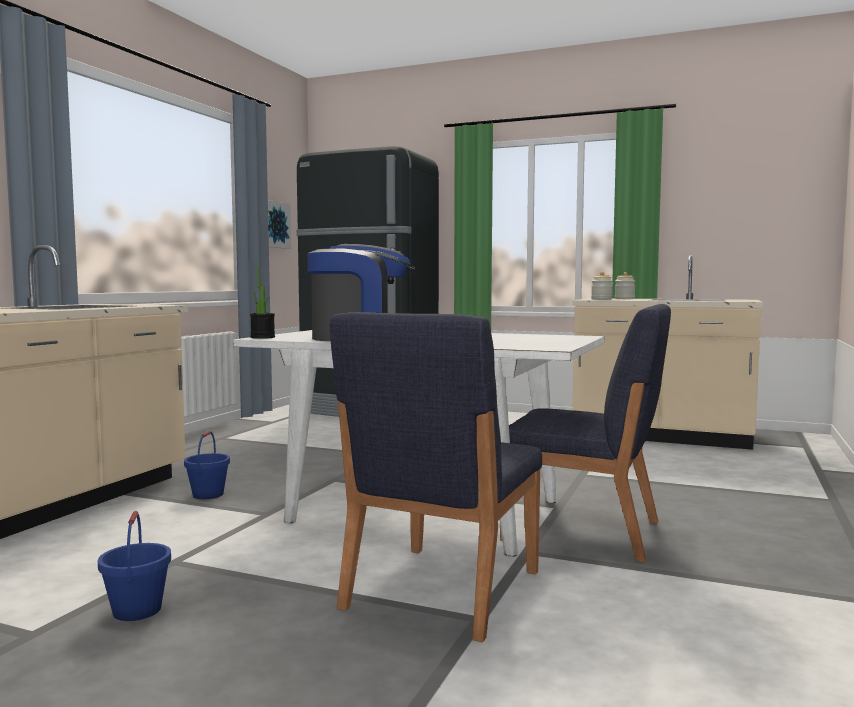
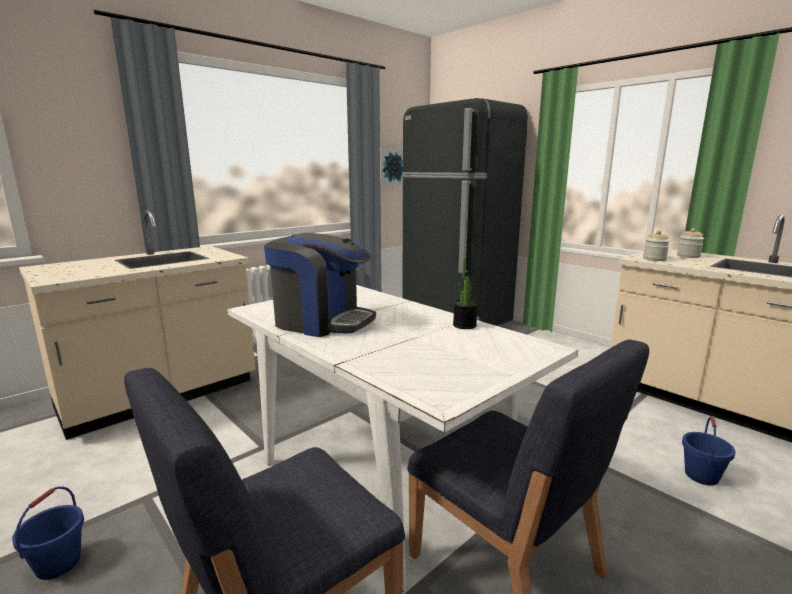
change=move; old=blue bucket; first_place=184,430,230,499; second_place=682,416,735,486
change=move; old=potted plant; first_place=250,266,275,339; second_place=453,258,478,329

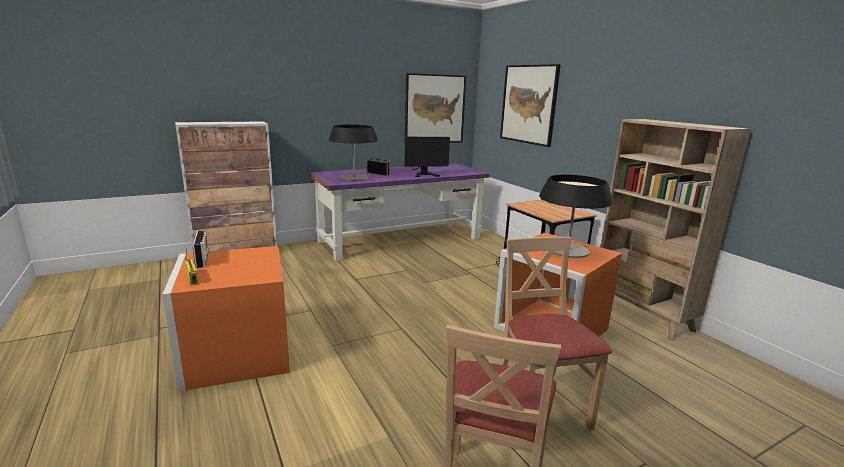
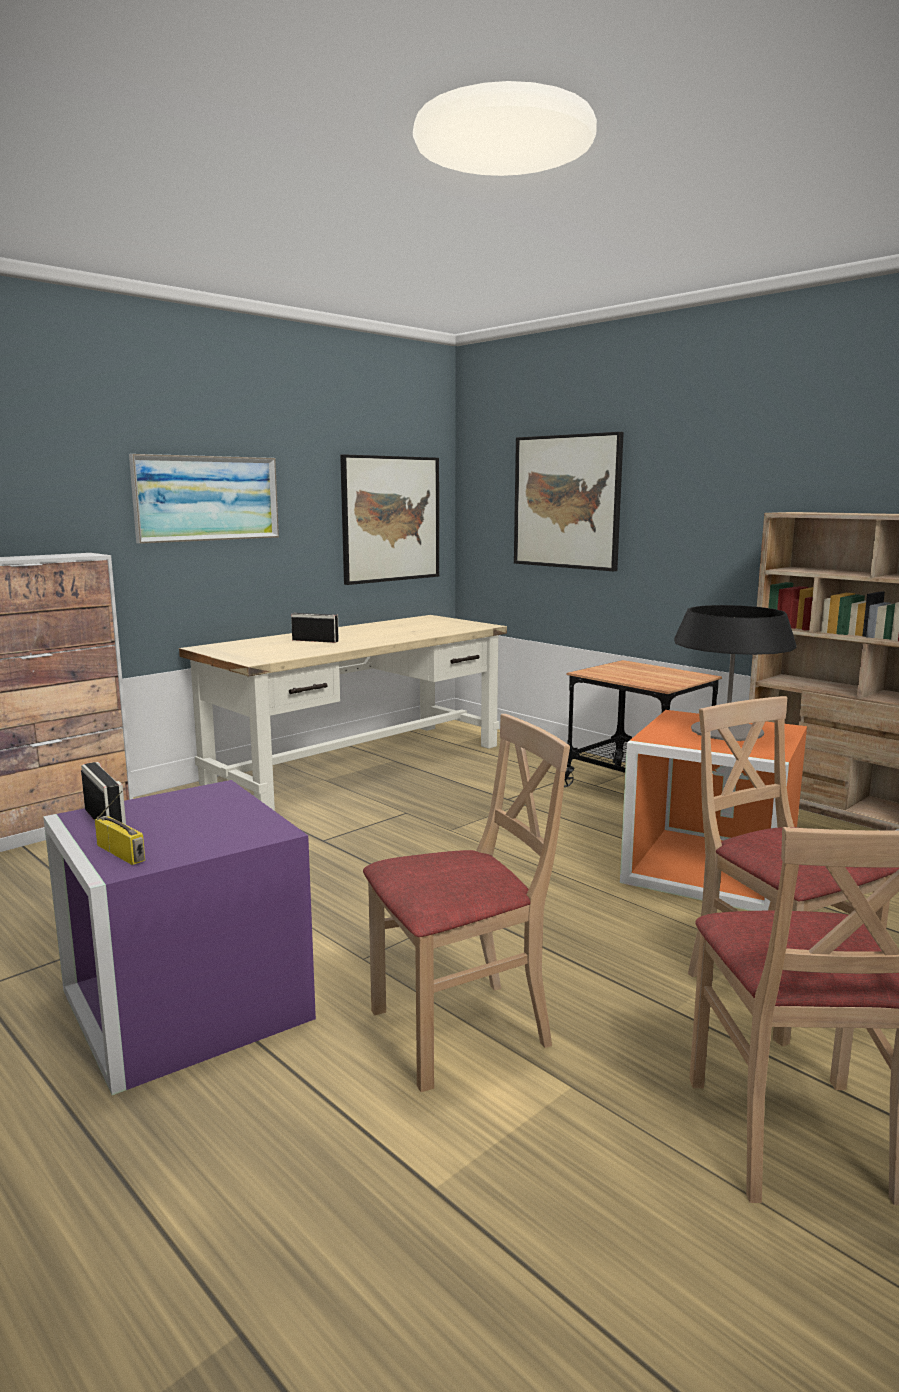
change=recolor; old=orange storage box; new=purple storage box; first_place=162,246,290,391; second_place=43,780,316,1095
change=recolor; old=purple desk; new=beige desk; first_place=309,163,490,261; second_place=179,615,507,811
change=delete; old=table lamp; first_place=329,125,378,181
change=delete; old=monitor; first_place=404,137,450,177
change=insert; new=picture; second_place=129,454,279,544
change=insert; new=beige chair; second_place=363,714,570,1092

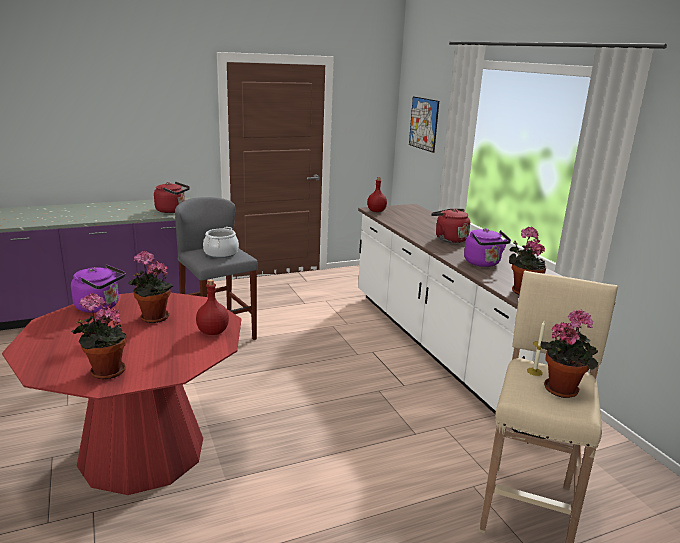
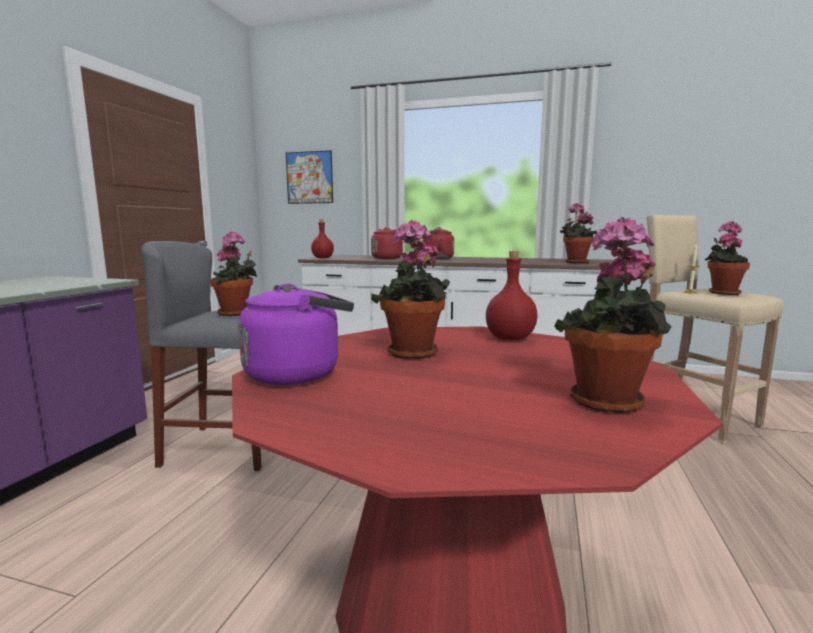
change=move; old=red kettle; first_place=154,182,190,213; second_place=371,227,403,259
change=replace; old=cooking pot; new=potted plant; first_place=203,227,239,258; second_place=210,231,257,316
change=delete; old=purple kettle; first_place=464,228,511,267

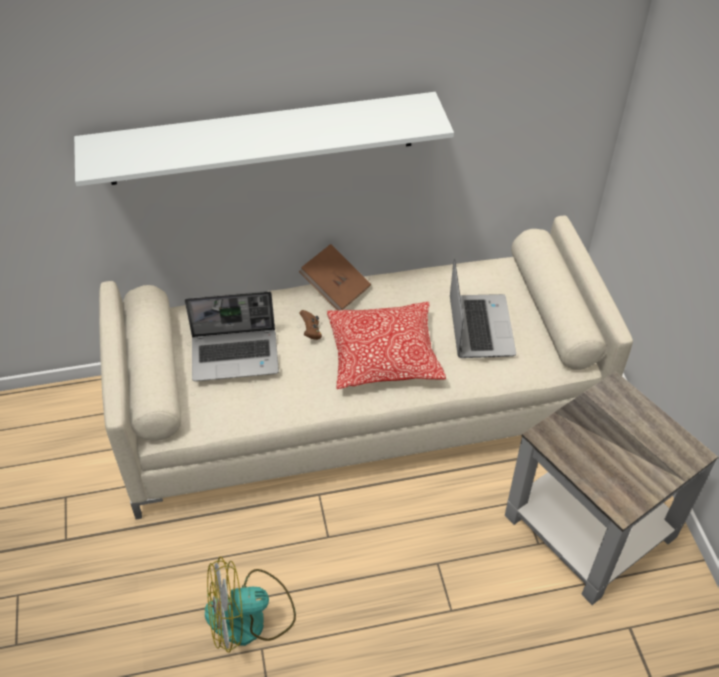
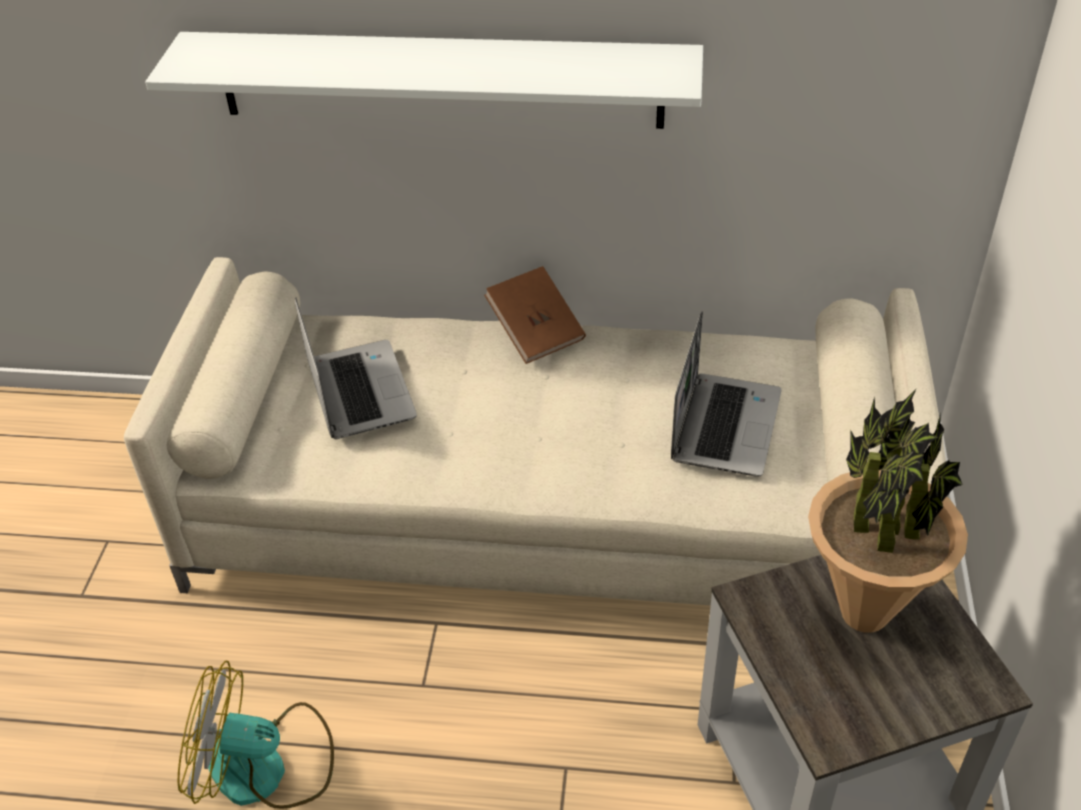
change=rotate; old=laptop; first_place=185,291,279,381; second_place=295,297,417,439; degrees=-120
change=delete; old=brown game controller; first_place=300,310,322,340
change=delete; old=pillow; first_place=327,302,446,389
change=insert; new=potted plant; second_place=808,388,968,633

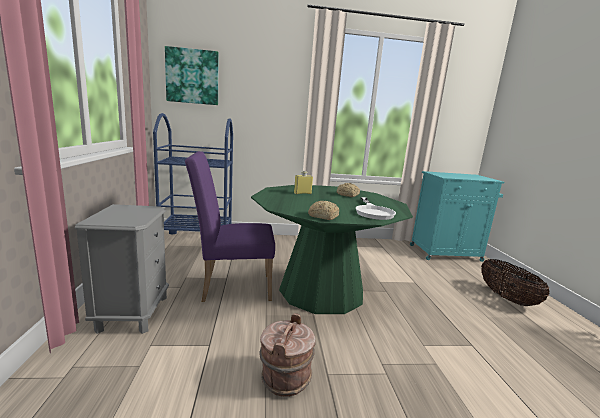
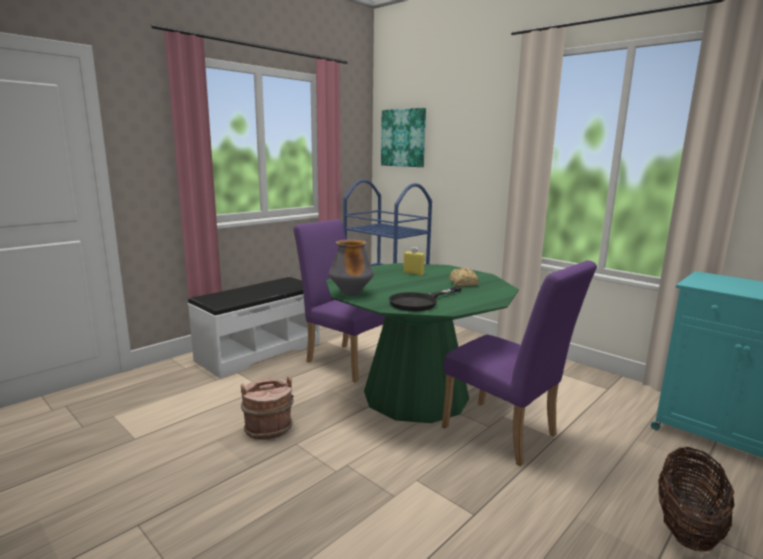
change=replace; old=grey nightstand; new=white bench; first_place=75,204,169,334; second_place=188,277,320,378
change=replace; old=bread; new=vase; first_place=308,201,339,220; second_place=329,239,374,296
change=recolor; old=white frying pan; new=black frying pan; first_place=356,197,396,220; second_place=389,287,462,311
change=insert; new=purple chair; second_place=442,260,597,466

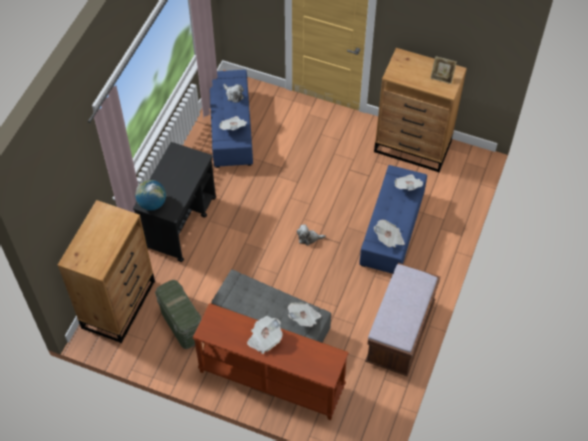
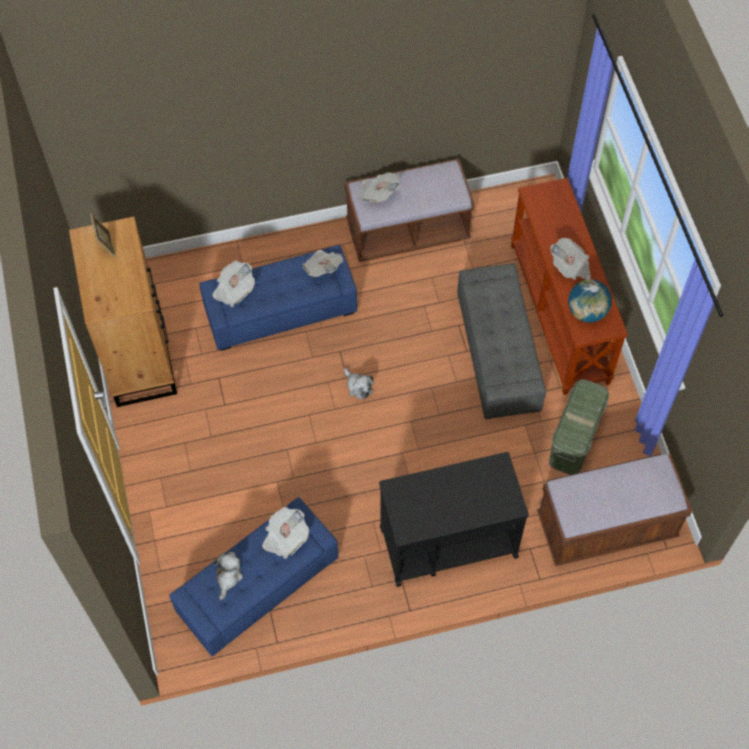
change=replace; old=brown dresser; new=brown bench; first_place=58,200,155,343; second_place=537,454,692,566
change=move; old=globe; first_place=135,180,166,211; second_place=568,279,612,323
change=move; old=newspaper; first_place=287,303,321,327; second_place=359,172,400,203

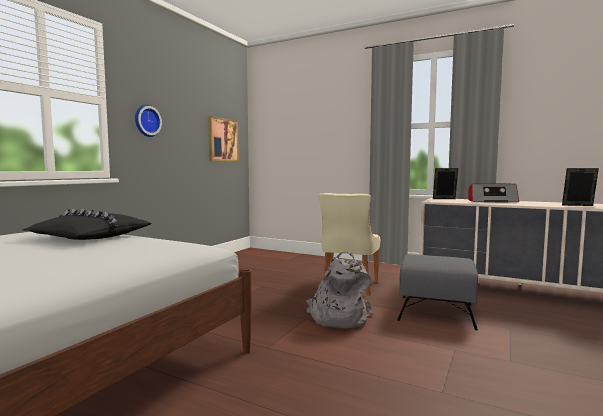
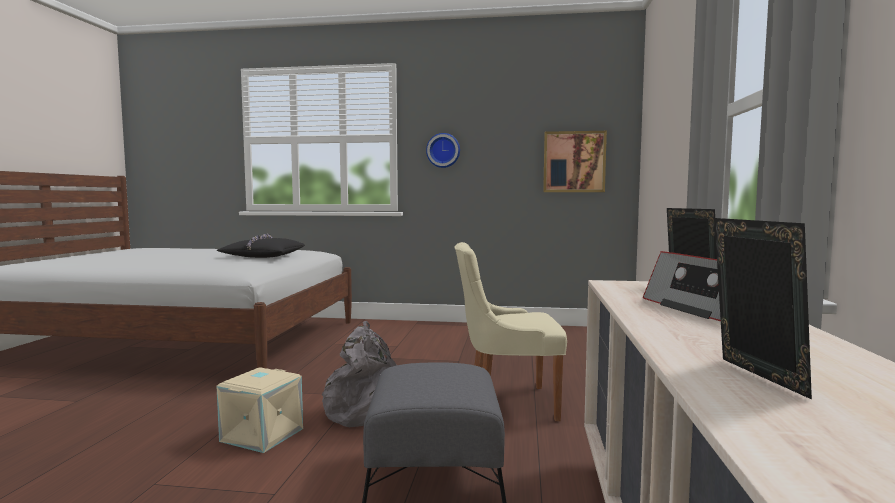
change=insert; new=beige storage box; second_place=216,367,303,453

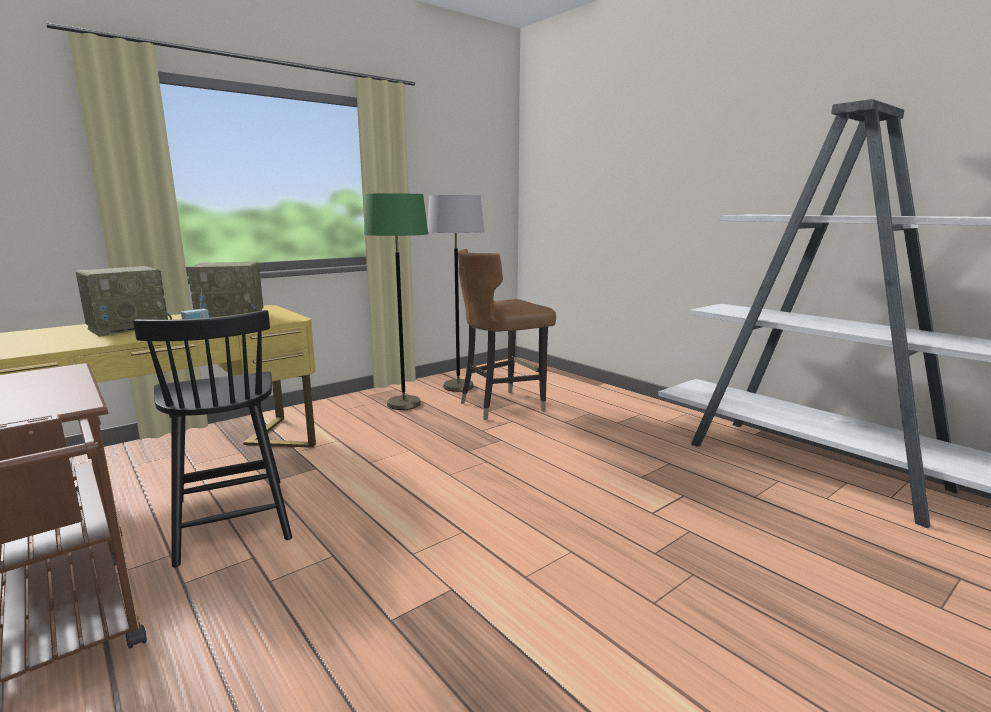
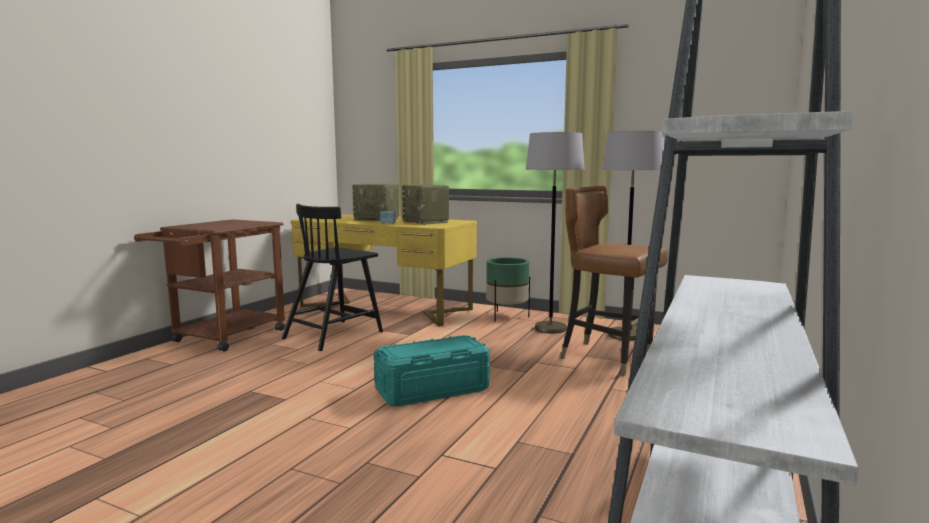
change=recolor; old=green floor lamp; new=grey floor lamp; first_place=364,193,428,410; second_place=526,132,585,334
change=insert; new=turquoise storage box; second_place=374,335,490,407
change=insert; new=green planter; second_place=486,257,530,322

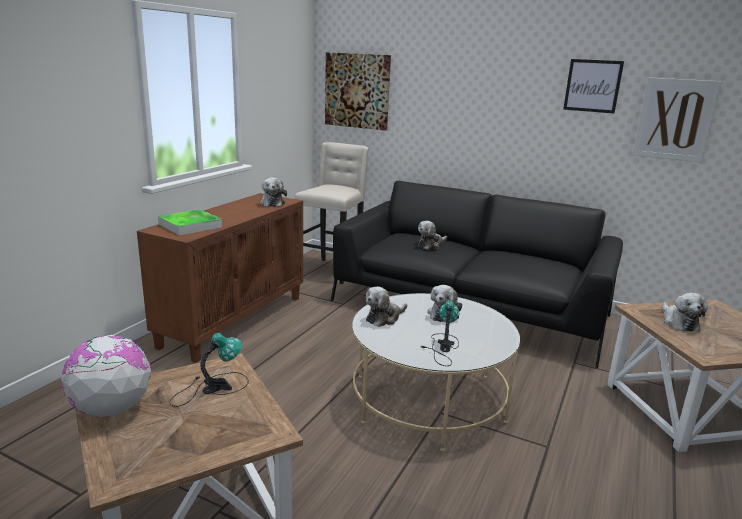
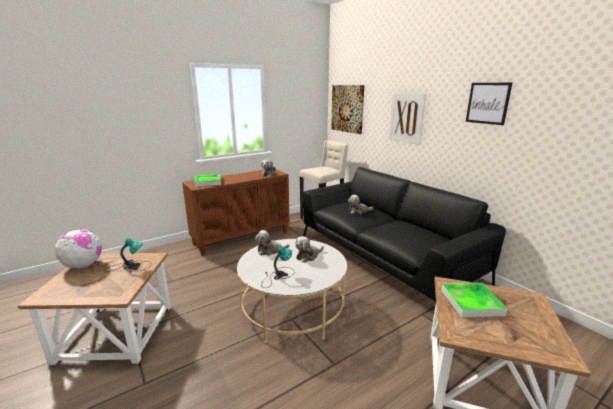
change=move; old=picture; first_place=633,77,722,162; second_place=389,93,426,145
change=replace; old=plush toy; new=tray; first_place=662,293,708,331; second_place=441,283,508,318

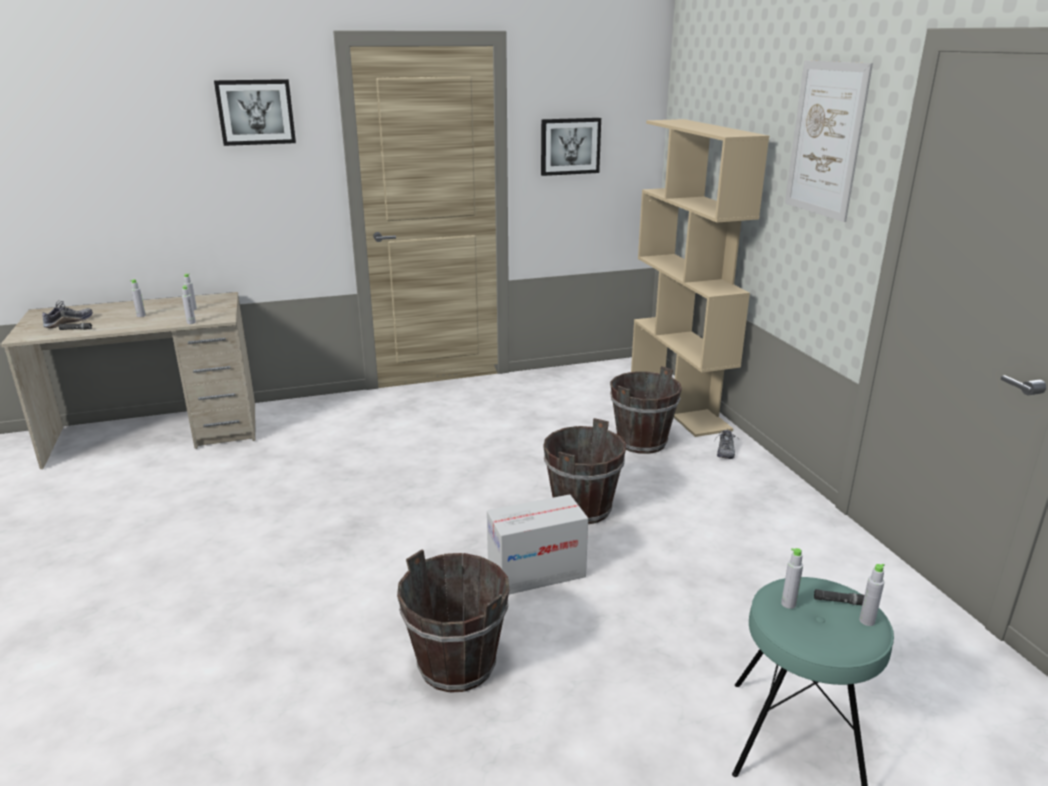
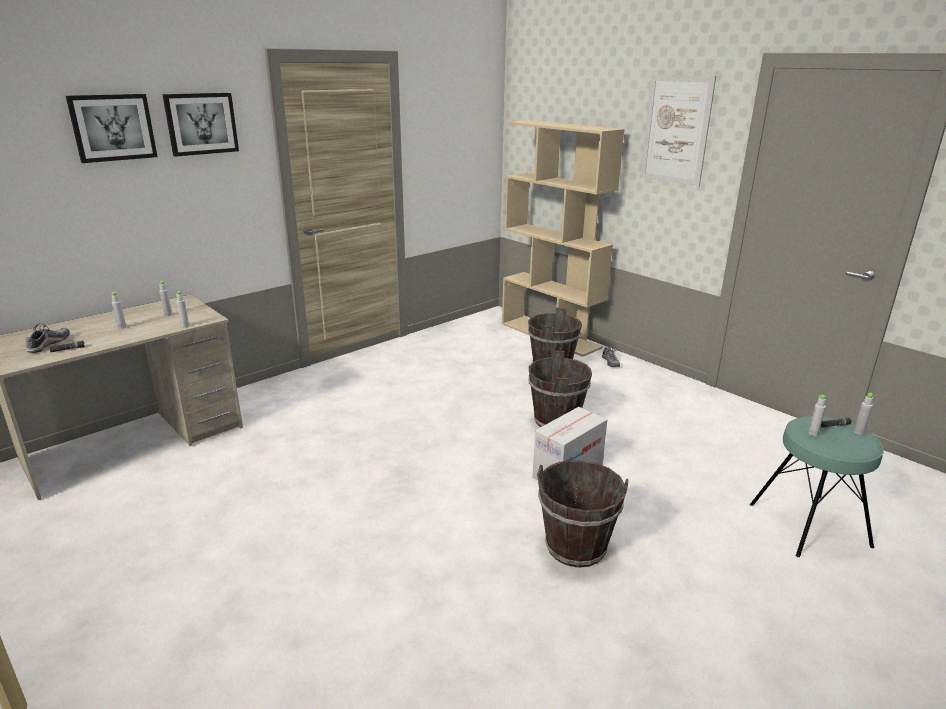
change=move; old=picture; first_place=541,118,601,176; second_place=66,94,158,163

